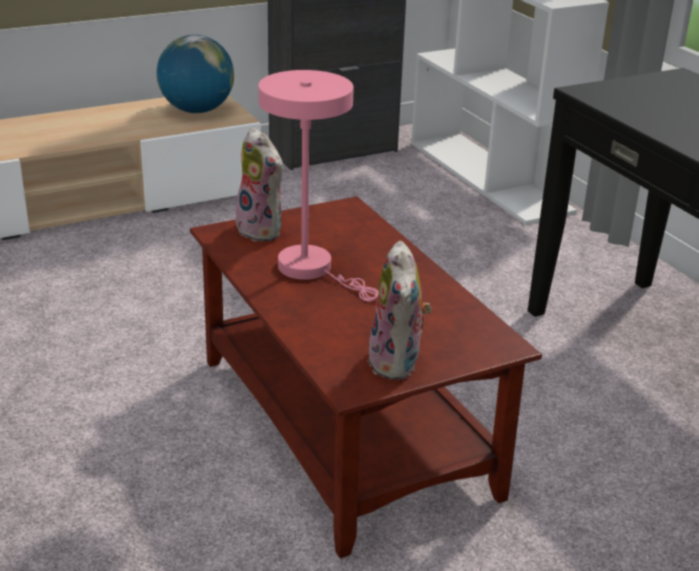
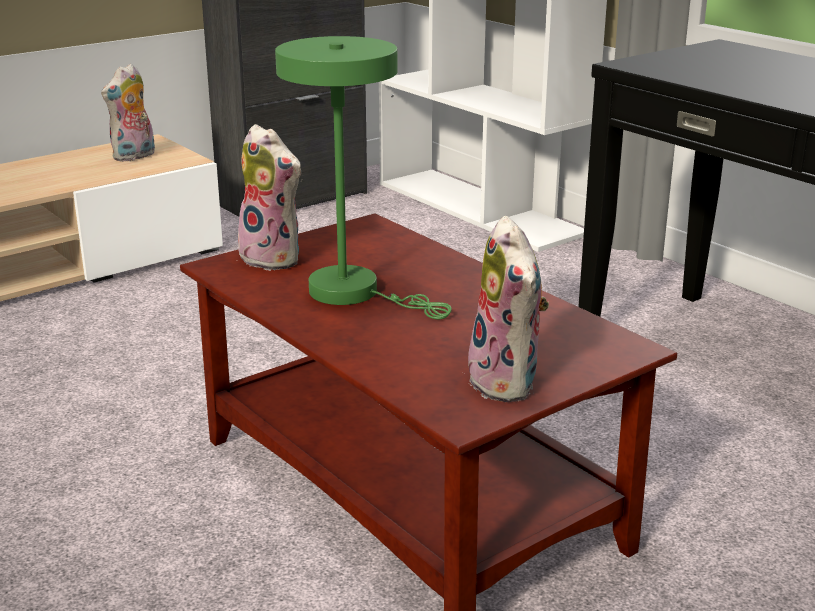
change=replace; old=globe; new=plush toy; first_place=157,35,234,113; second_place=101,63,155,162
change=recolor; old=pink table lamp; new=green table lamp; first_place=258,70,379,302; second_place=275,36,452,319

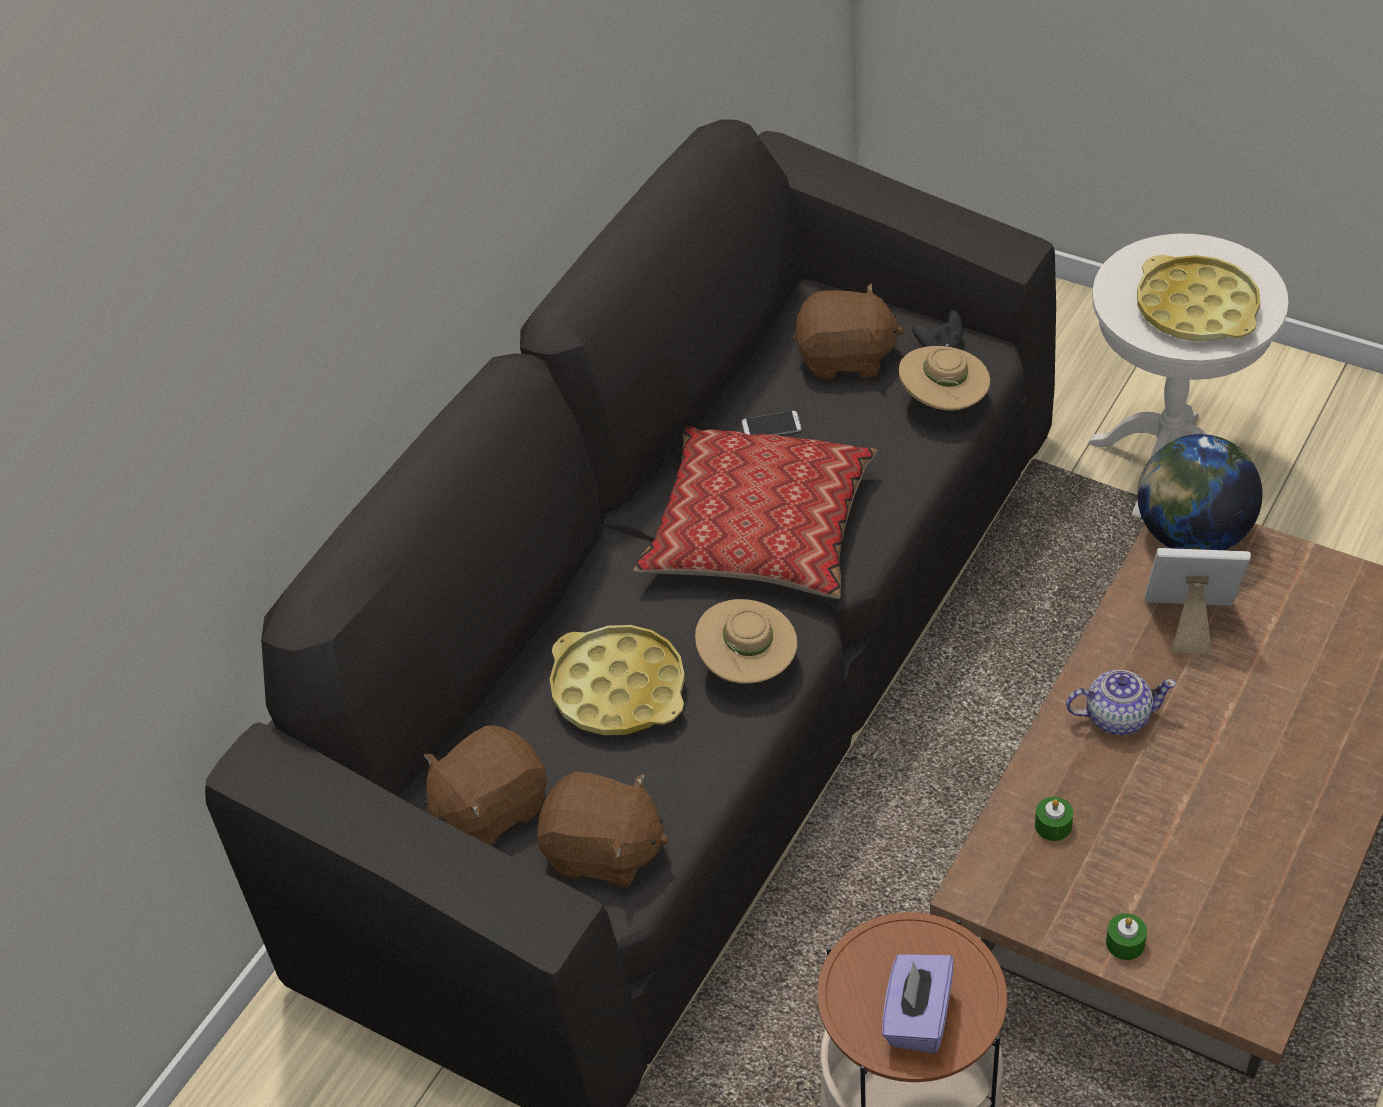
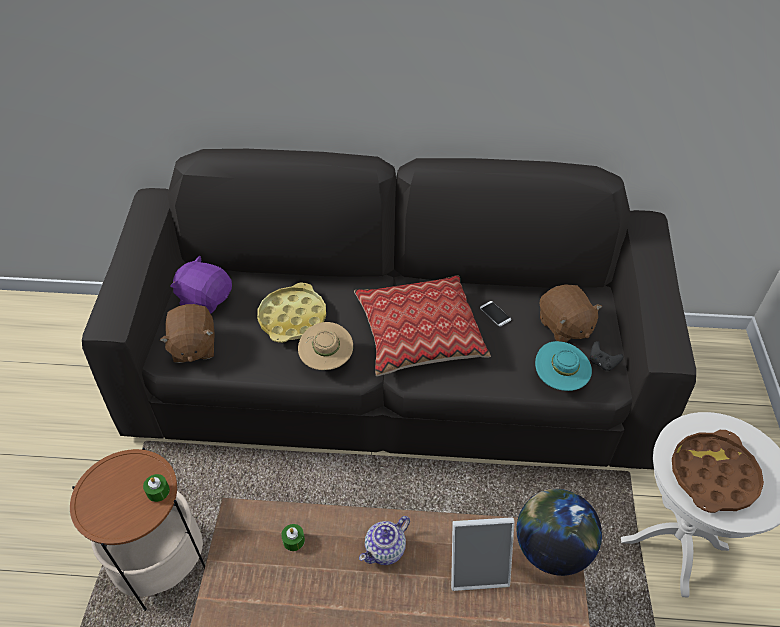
change=recolor; old=brown plush toy; new=purple plush toy; first_place=424,725,547,846; second_place=170,255,232,314
change=delete; old=purple tissue box; first_place=882,954,954,1053
change=recolor; old=beige hat; new=turquoise hat; first_place=899,346,990,410; second_place=535,341,592,391
change=rotate; old=teapot; first_place=1066,670,1176,735; second_place=359,516,410,565; degrees=75
change=move; old=green candle; first_place=1106,913,1147,960; second_place=143,474,170,502
change=recolor; old=yellow tray; new=brown tray; first_place=1137,255,1260,341; second_place=672,430,764,513
change=rotate; old=picture frame; first_place=1144,548,1251,654; second_place=451,517,515,591; degrees=105

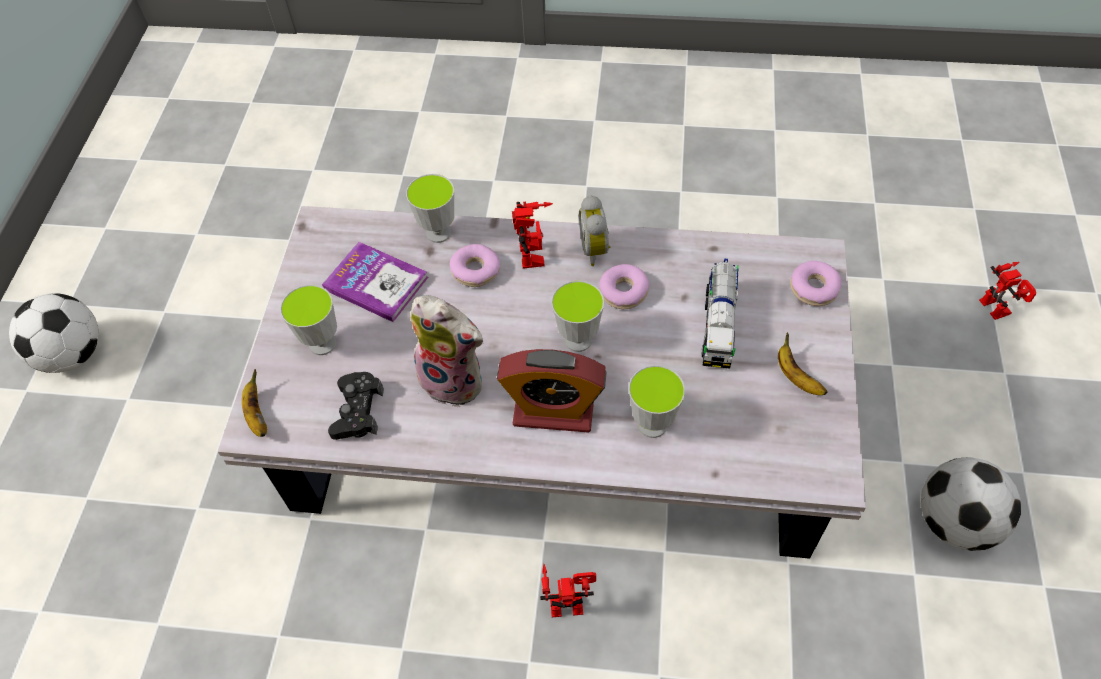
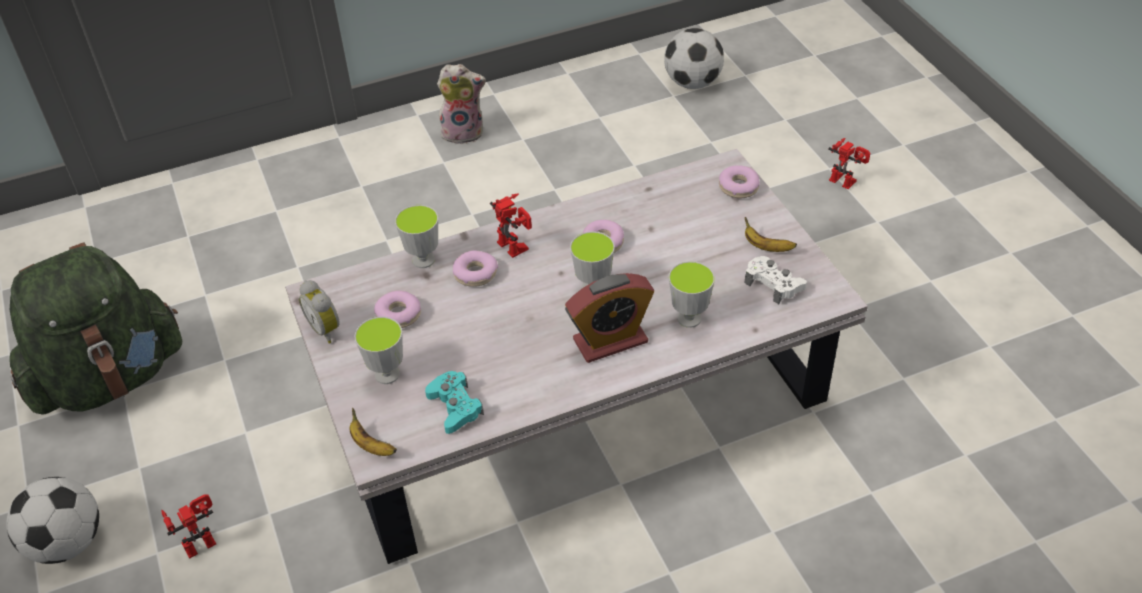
change=replace; old=book; new=donut; first_place=322,242,428,322; second_place=374,291,421,328
change=recolor; old=black game controller; new=turquoise game controller; first_place=328,372,384,440; second_place=425,371,484,434
change=move; old=plush toy; first_place=410,295,483,408; second_place=437,64,486,144
change=move; old=toy robot; first_place=540,564,596,617; second_place=161,494,216,559
change=move; old=alarm clock; first_place=579,195,610,266; second_place=299,280,339,344
change=delete; old=toy truck; first_place=701,259,739,369
change=move; old=football; first_place=921,457,1021,551; second_place=664,28,724,89
change=insert; new=green backpack; second_place=9,243,182,414
change=insert; new=white game controller; second_place=744,256,807,304

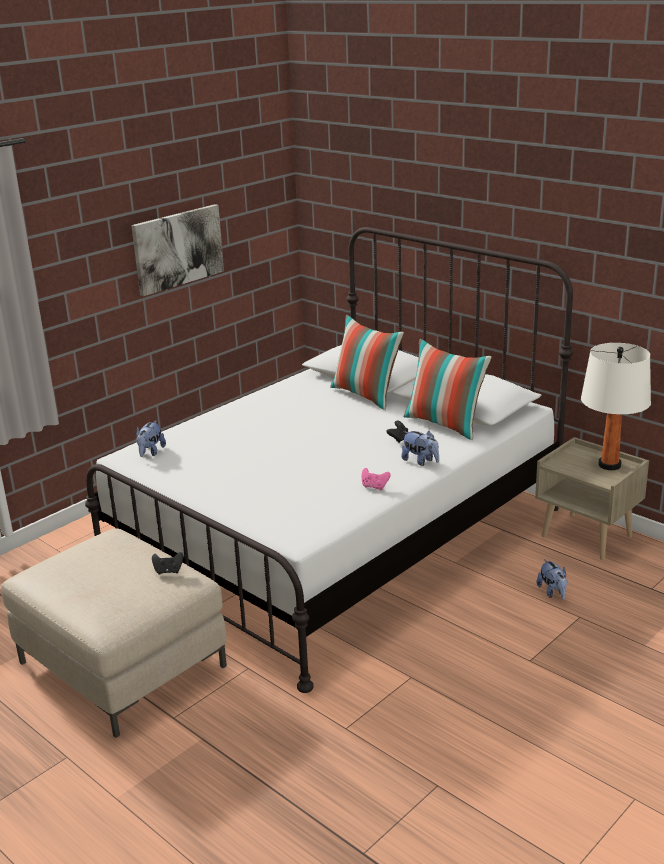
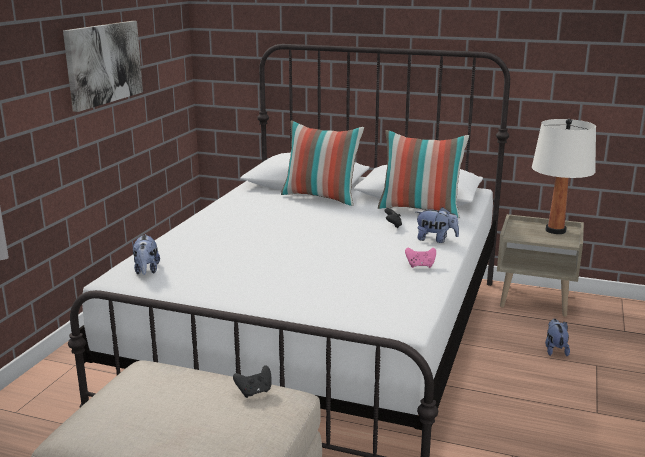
change=rotate; old=plush toy; first_place=536,559,567,599; second_place=545,319,570,356; degrees=-135

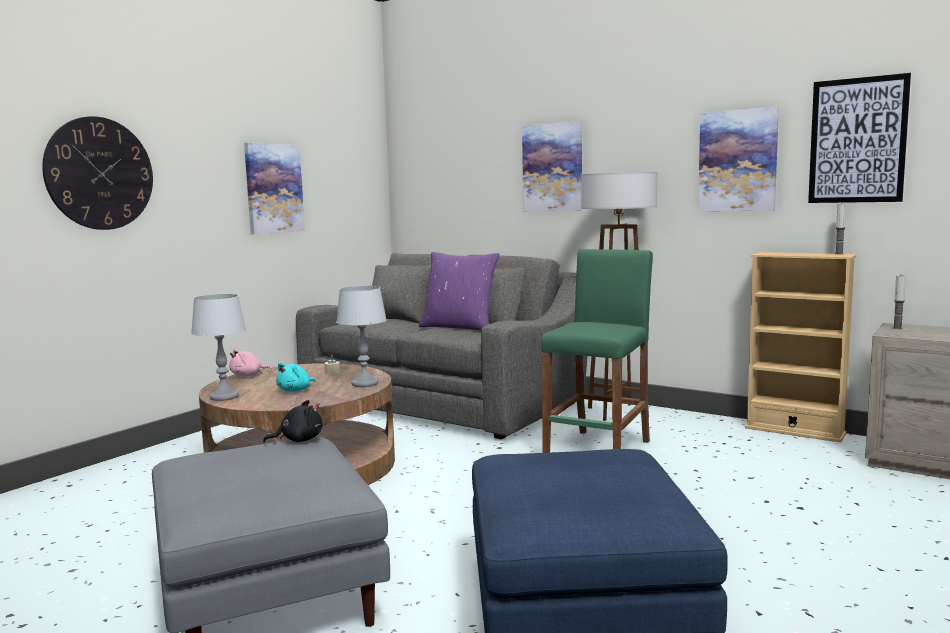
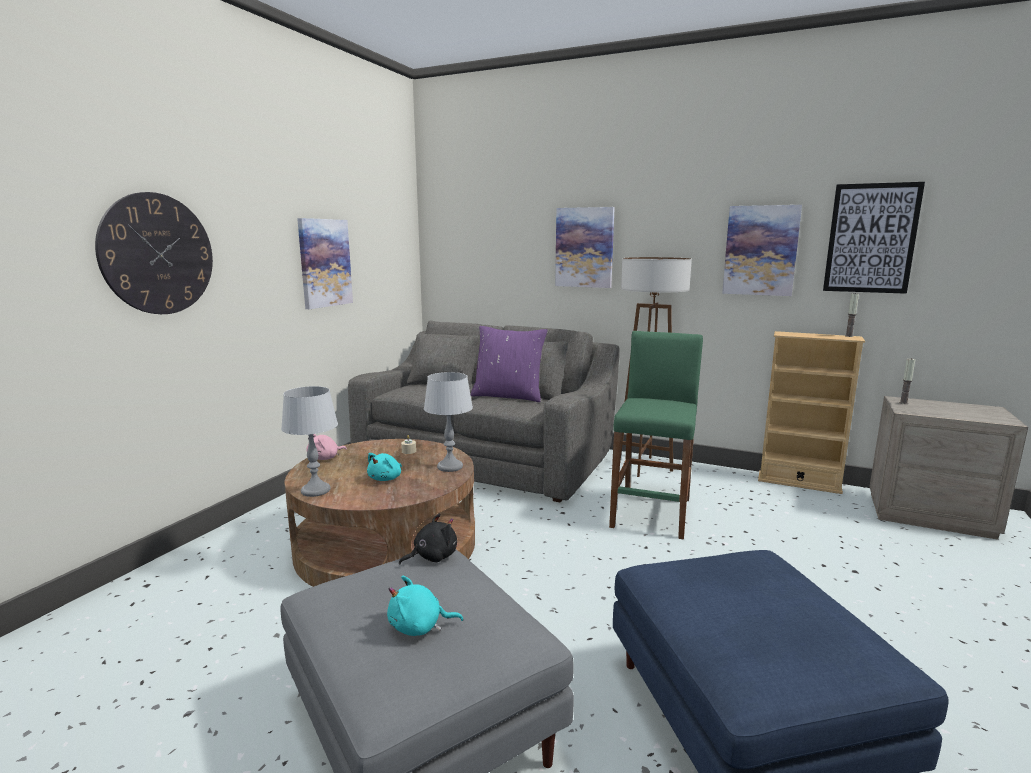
change=insert; new=turquoise plush toy; second_place=387,576,463,636

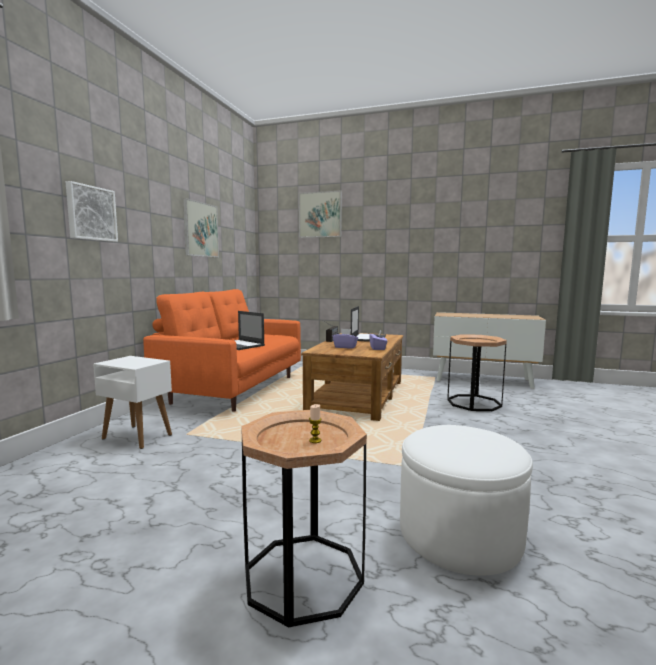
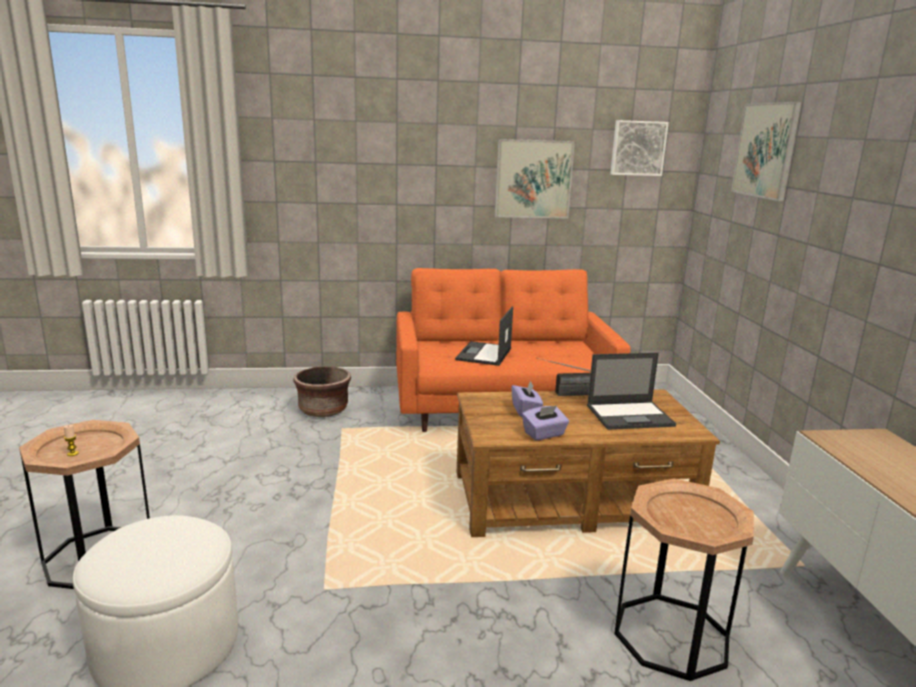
change=move; old=picture; first_place=65,181,118,242; second_place=610,120,669,176
change=replace; old=white side table; new=brown planter; first_place=93,356,172,449; second_place=293,366,351,417

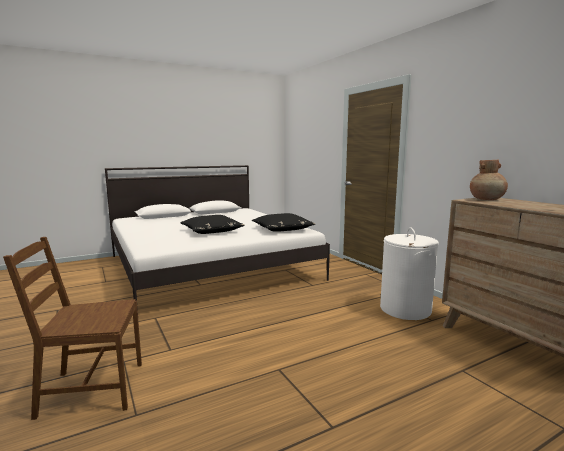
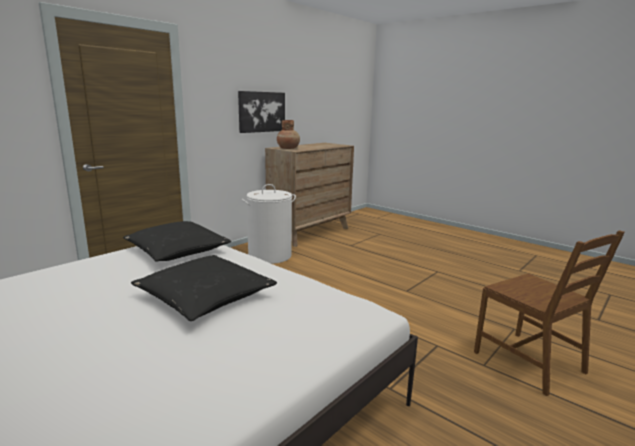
change=insert; new=picture; second_place=238,91,285,133

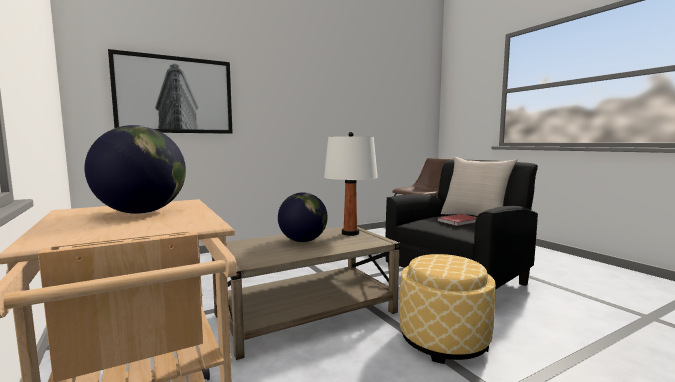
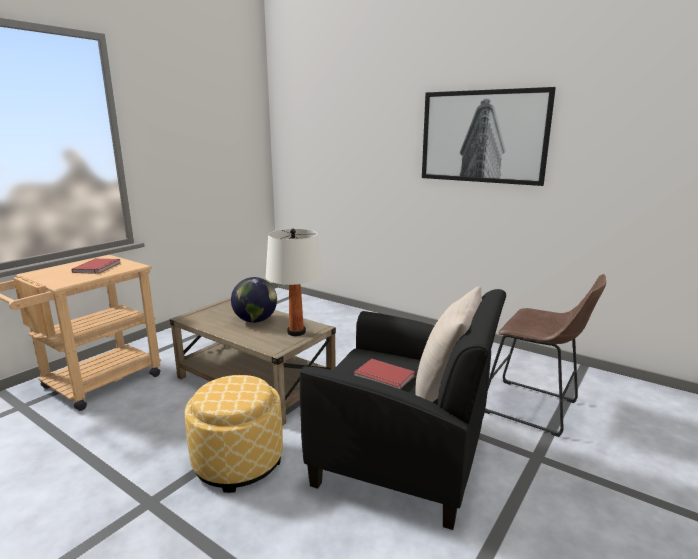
change=replace; old=globe; new=red book; first_place=84,125,186,214; second_place=72,258,121,274
change=move; old=picture; first_place=108,49,233,134; second_place=422,87,556,186

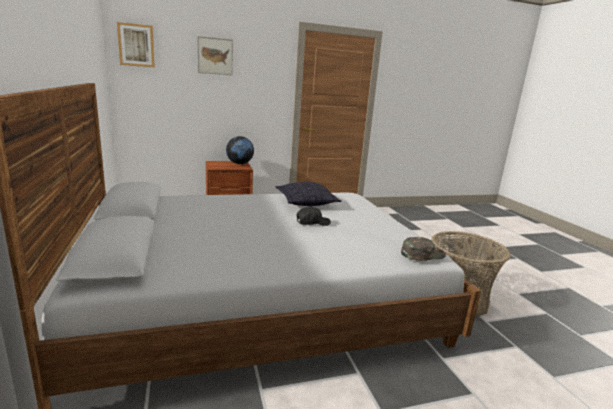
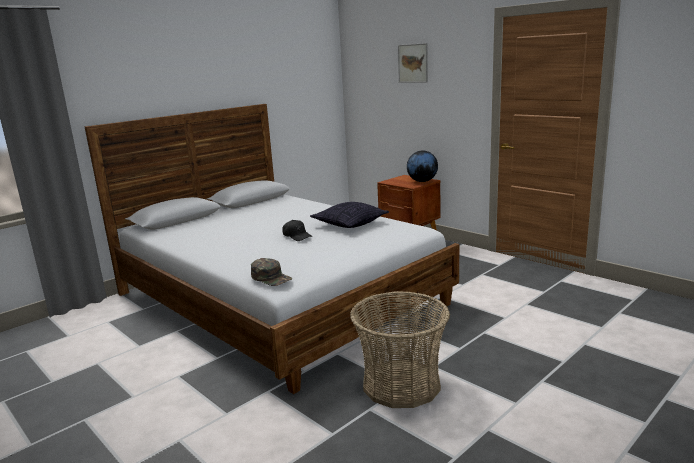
change=delete; old=picture; first_place=117,22,155,68

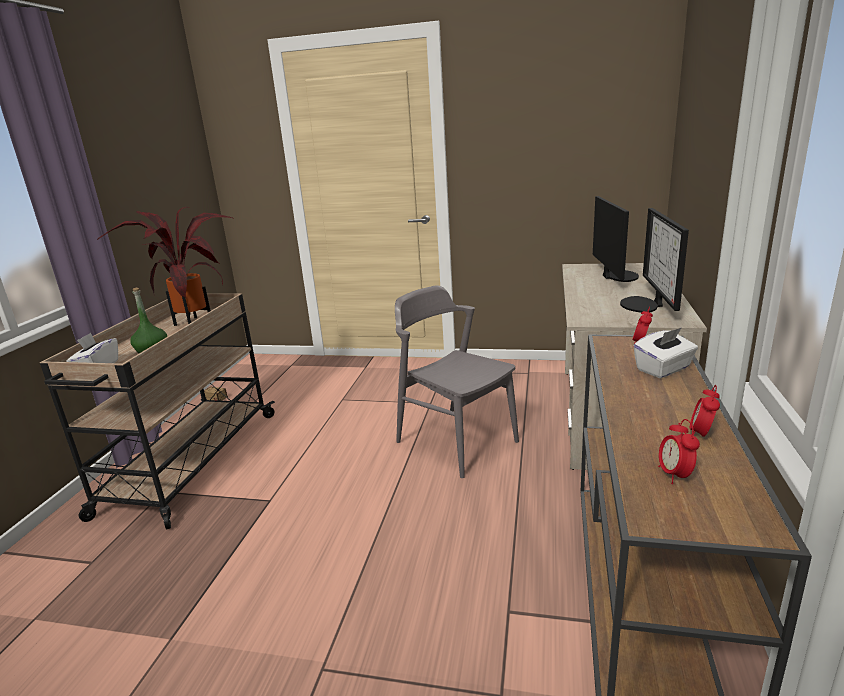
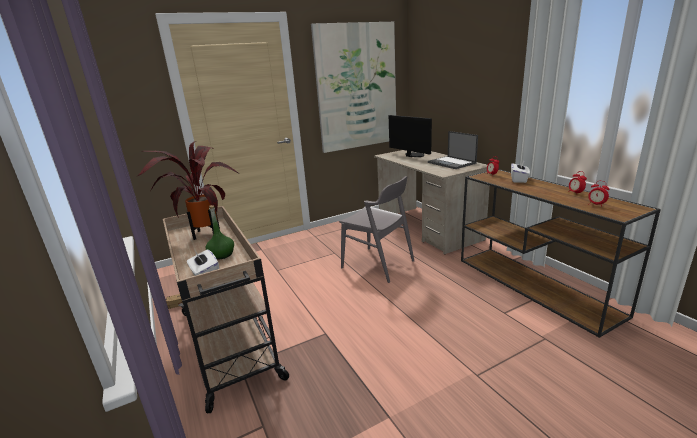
change=rotate; old=grey chair; first_place=395,285,519,478; second_place=339,176,414,283; degrees=-150
change=replace; old=monitor; new=laptop; first_place=620,208,689,313; second_place=428,131,478,169
change=insert; new=picture; second_place=311,22,396,153

